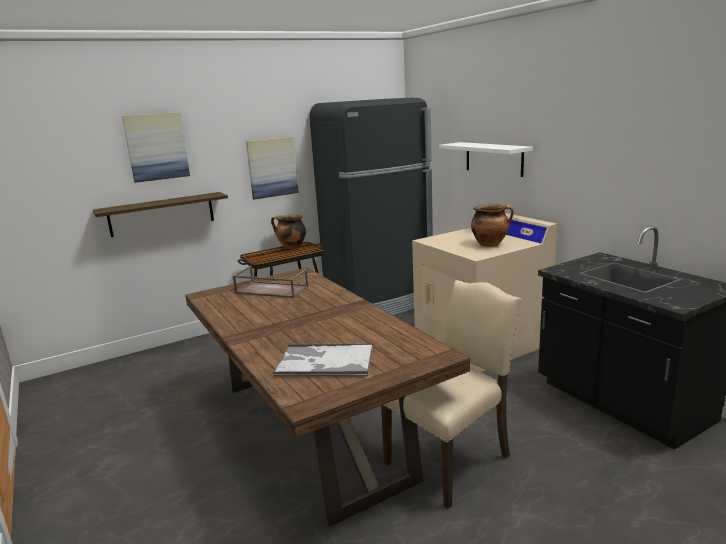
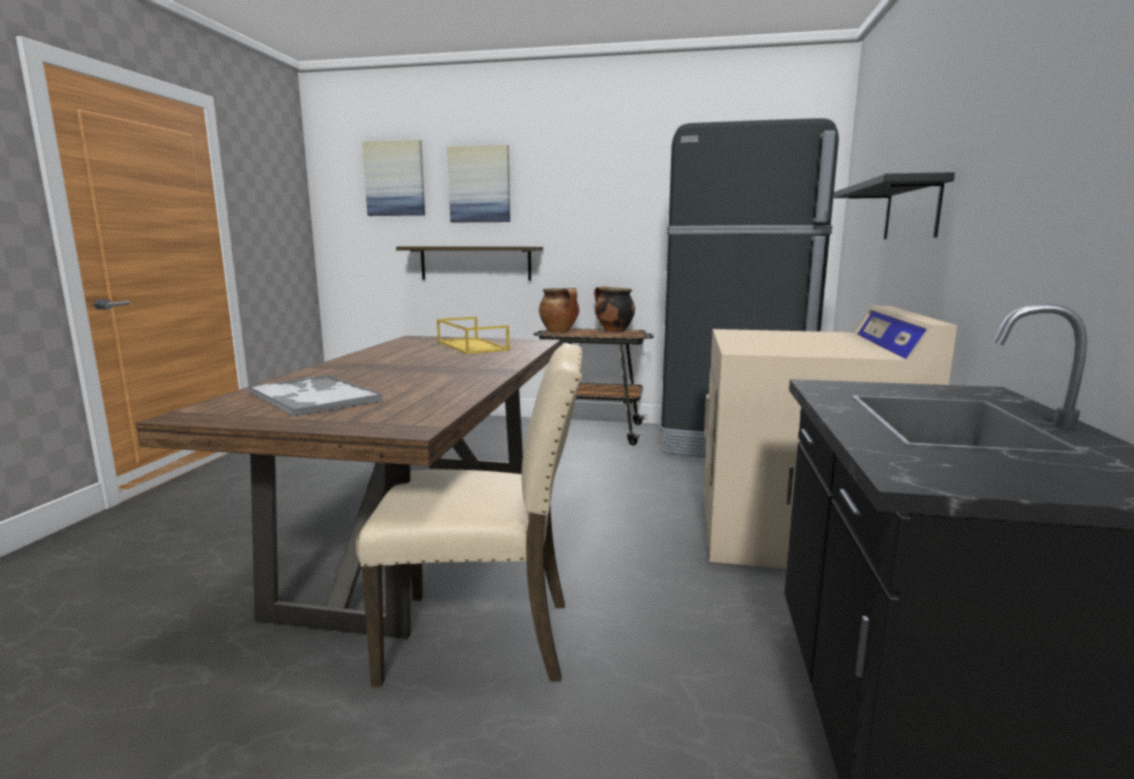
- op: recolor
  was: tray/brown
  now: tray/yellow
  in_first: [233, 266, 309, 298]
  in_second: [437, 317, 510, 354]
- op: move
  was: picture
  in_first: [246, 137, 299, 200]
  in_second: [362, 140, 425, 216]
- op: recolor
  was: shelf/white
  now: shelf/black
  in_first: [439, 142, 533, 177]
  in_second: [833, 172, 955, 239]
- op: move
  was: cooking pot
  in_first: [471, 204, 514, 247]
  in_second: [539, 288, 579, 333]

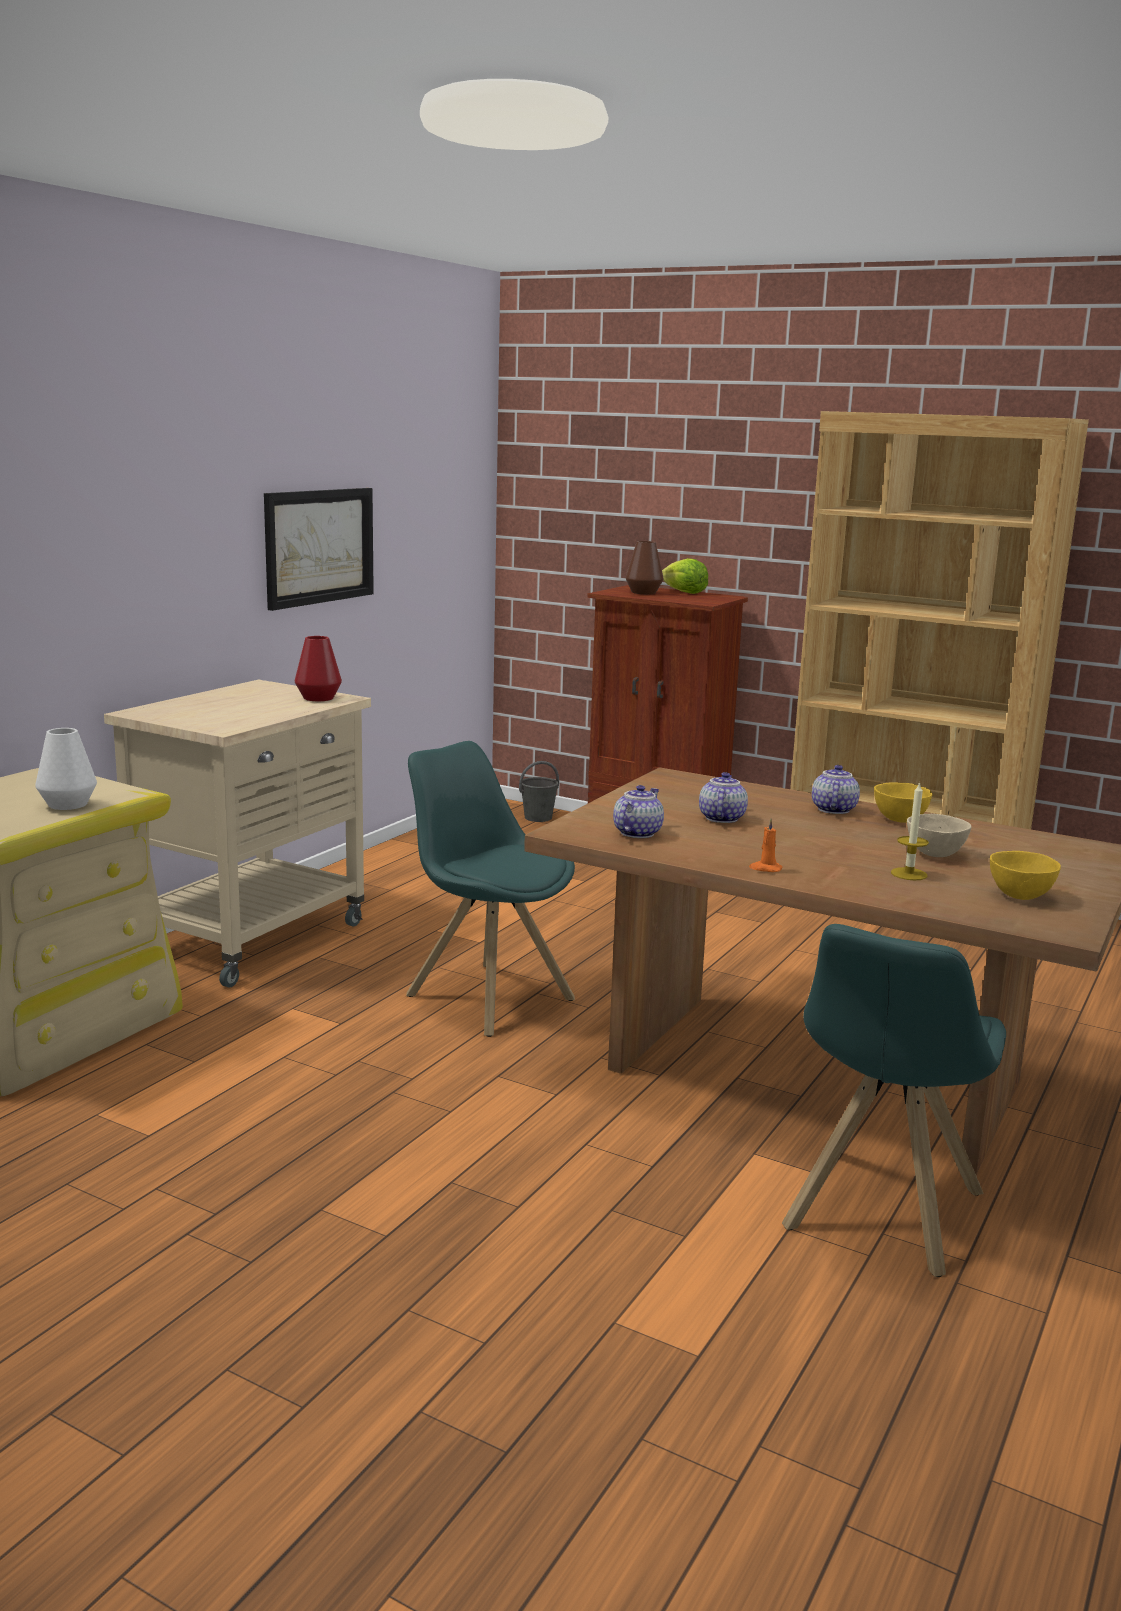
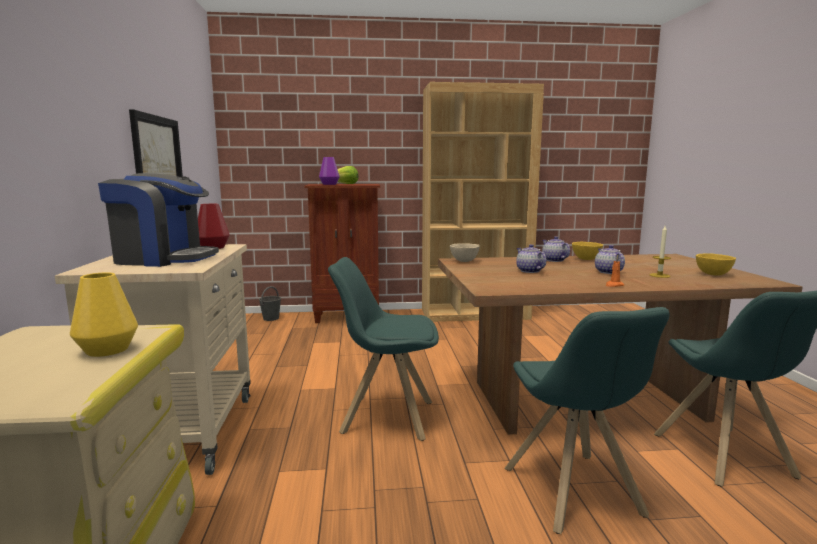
- op: recolor
  was: vase/white
  now: vase/yellow
  in_first: [35, 728, 97, 810]
  in_second: [70, 272, 138, 357]
- op: move
  was: teapot
  in_first: [613, 785, 664, 838]
  in_second: [595, 245, 625, 274]
- op: recolor
  was: vase/brown
  now: vase/purple
  in_first: [625, 541, 664, 594]
  in_second: [319, 157, 340, 185]
- op: move
  was: bowl/beige
  in_first: [907, 814, 972, 857]
  in_second: [450, 243, 480, 262]
- op: insert
  now: coffee machine
  in_second: [98, 173, 219, 267]
- op: insert
  now: chair/turquoise
  in_second: [504, 307, 670, 534]

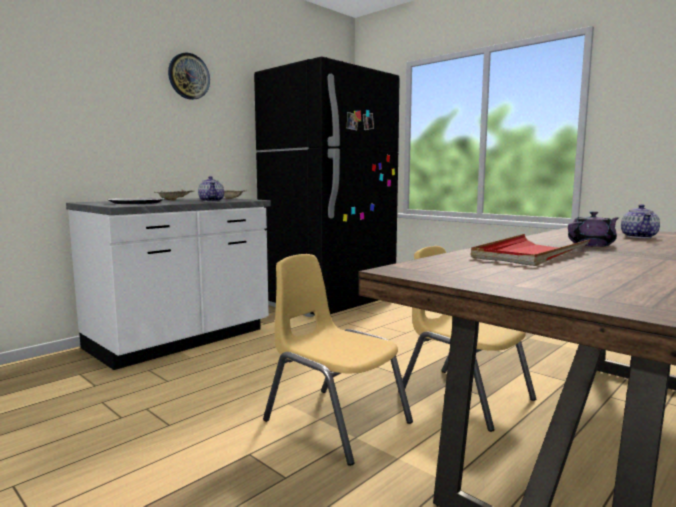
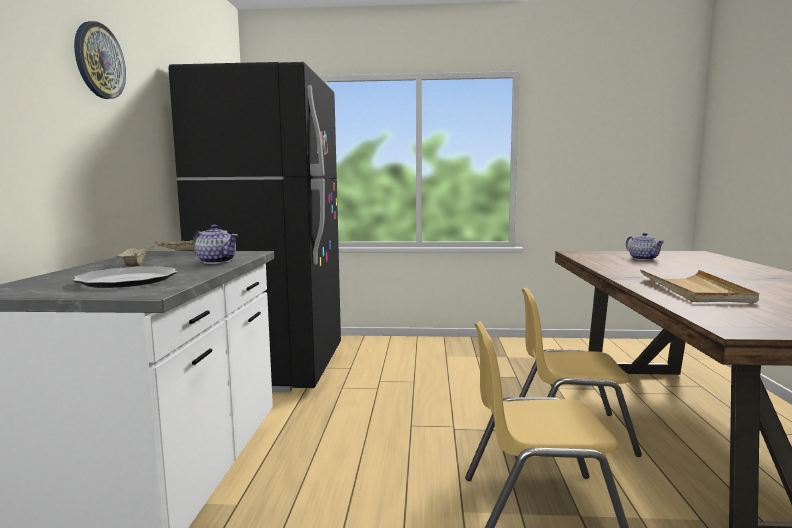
- op: recolor
  was: tray/red
  now: tray/beige
  in_first: [471, 234, 590, 266]
  in_second: [640, 270, 759, 303]
- op: delete
  was: teapot/purple
  in_first: [568, 211, 619, 247]

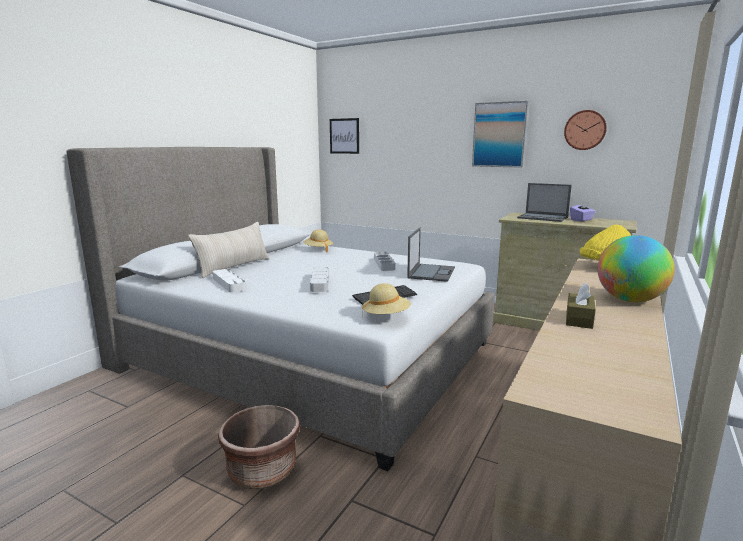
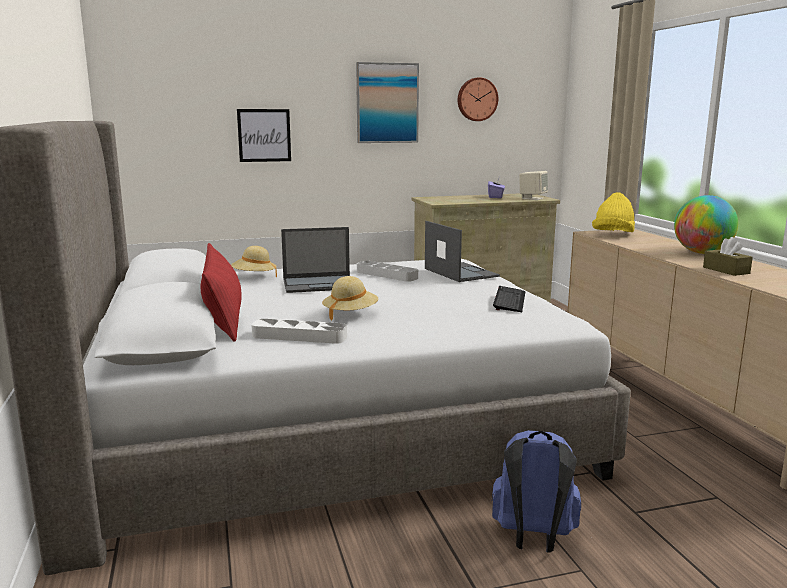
- op: recolor
  was: pillow/beige
  now: pillow/red
  in_first: [188, 222, 269, 278]
  in_second: [201, 243, 242, 342]
- op: replace
  was: planter/brown
  now: backpack/blue
  in_first: [218, 405, 300, 489]
  in_second: [492, 430, 581, 553]
- op: delete
  was: tray/grey
  in_first: [310, 267, 329, 292]
- op: move
  was: picture
  in_first: [330, 118, 359, 154]
  in_second: [237, 109, 291, 162]
- op: move
  was: hat/beige
  in_first: [362, 283, 411, 314]
  in_second: [322, 276, 378, 321]
- op: move
  was: laptop
  in_first: [517, 183, 572, 222]
  in_second: [281, 227, 350, 293]
- op: insert
  now: speaker/beige
  in_second: [519, 171, 548, 200]

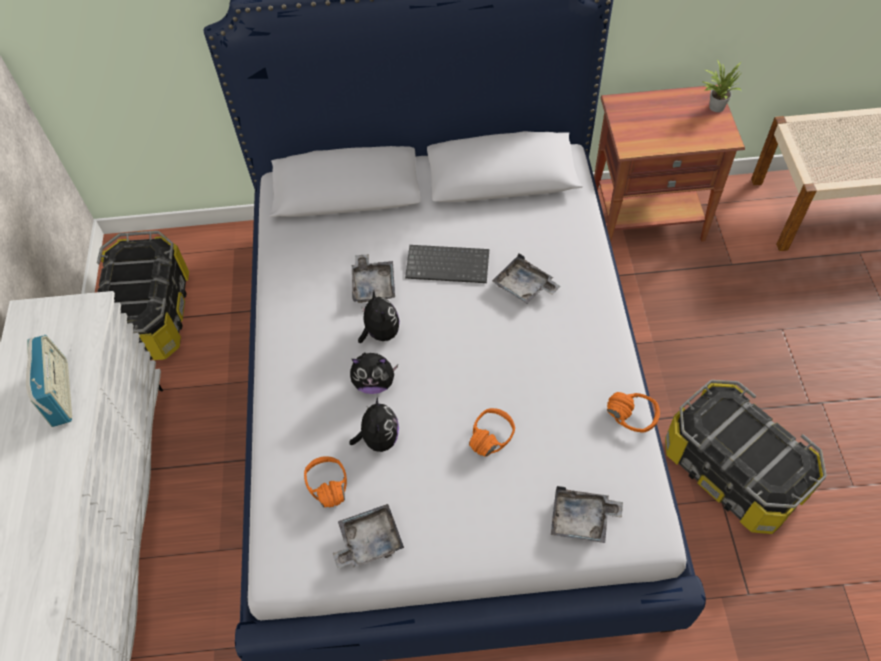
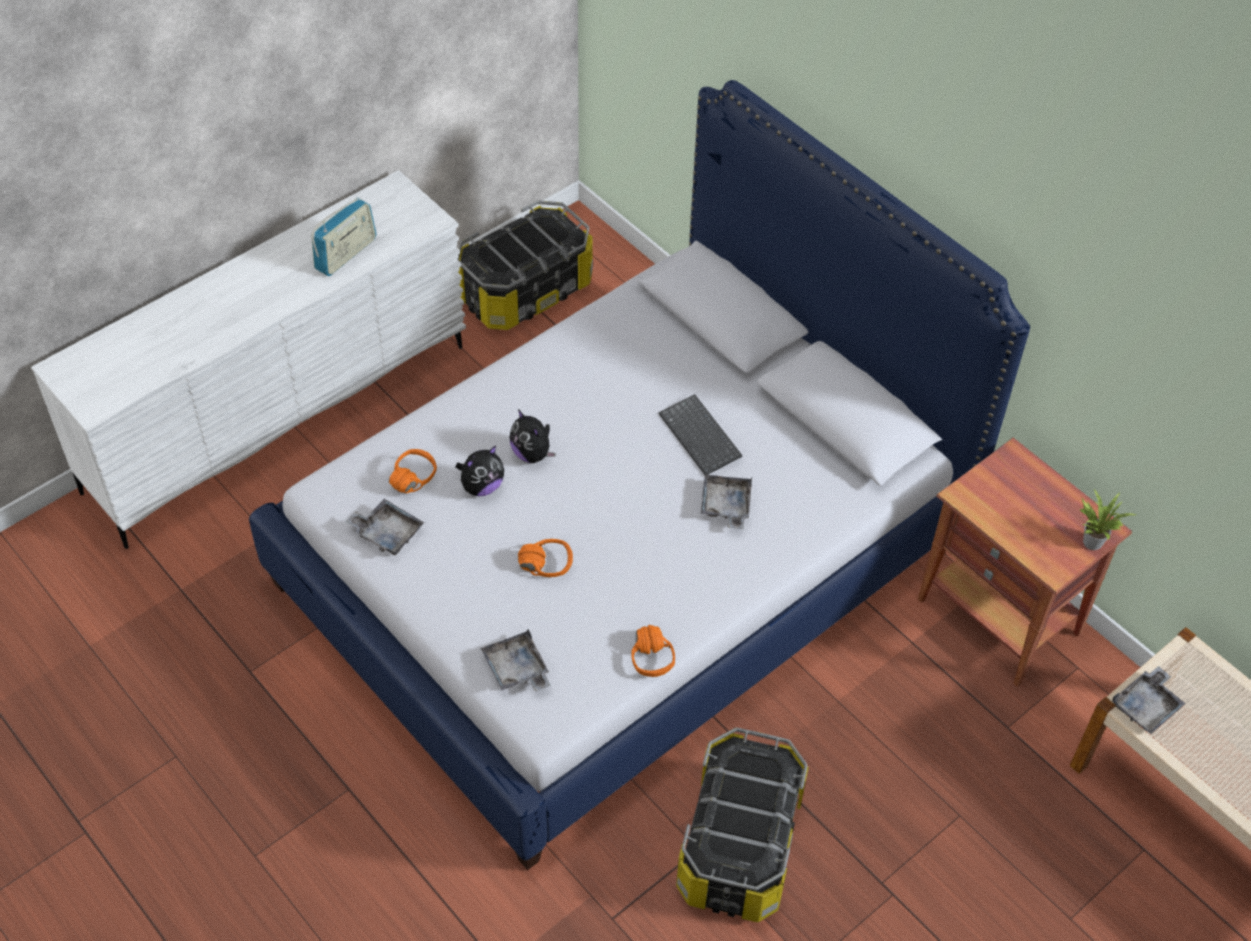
- op: move
  was: tray/grey
  in_first: [352, 254, 395, 303]
  in_second: [1112, 666, 1186, 734]
- op: delete
  was: plush toy
  in_first: [358, 291, 400, 343]

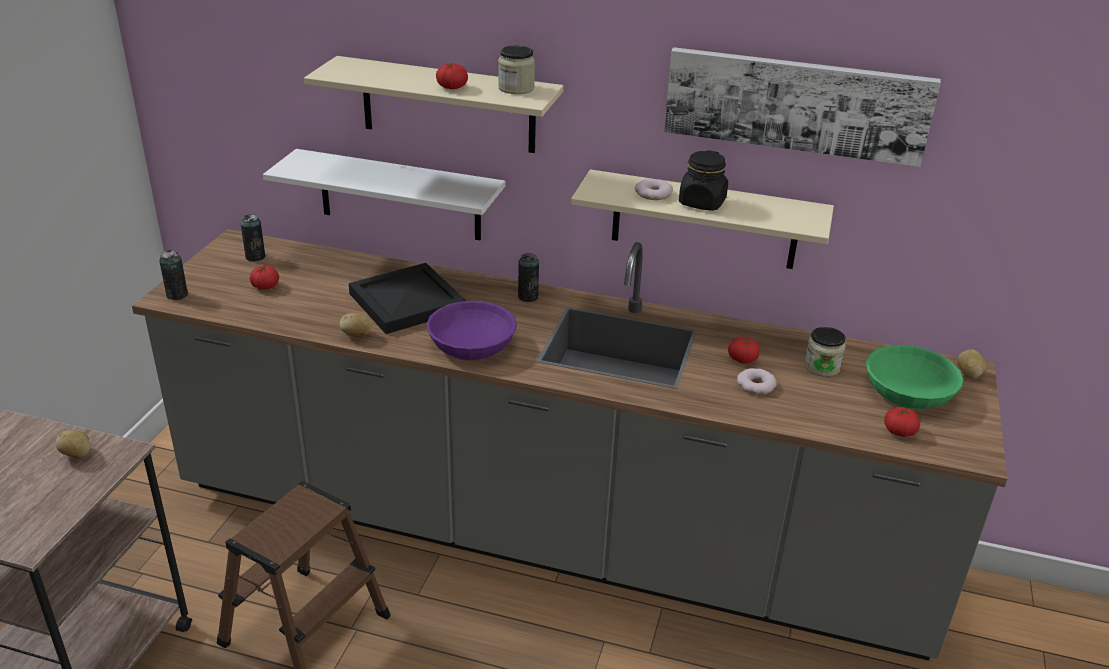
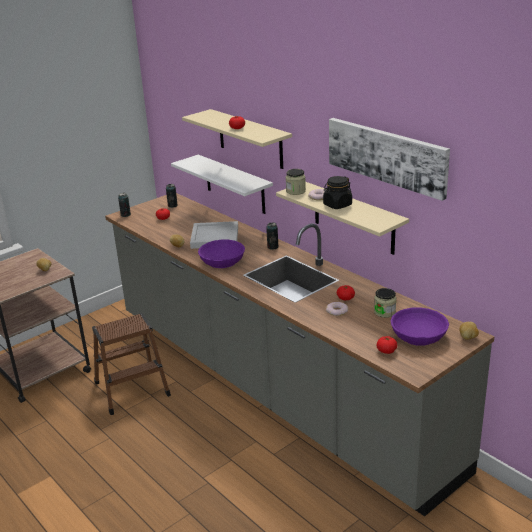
- op: recolor
  was: tray/black
  now: tray/white
  in_first: [349, 263, 466, 334]
  in_second: [190, 221, 238, 249]
- op: move
  was: jar
  in_first: [498, 45, 535, 94]
  in_second: [286, 169, 306, 195]
- op: recolor
  was: bowl/green
  now: bowl/purple
  in_first: [866, 345, 964, 409]
  in_second: [390, 307, 449, 346]

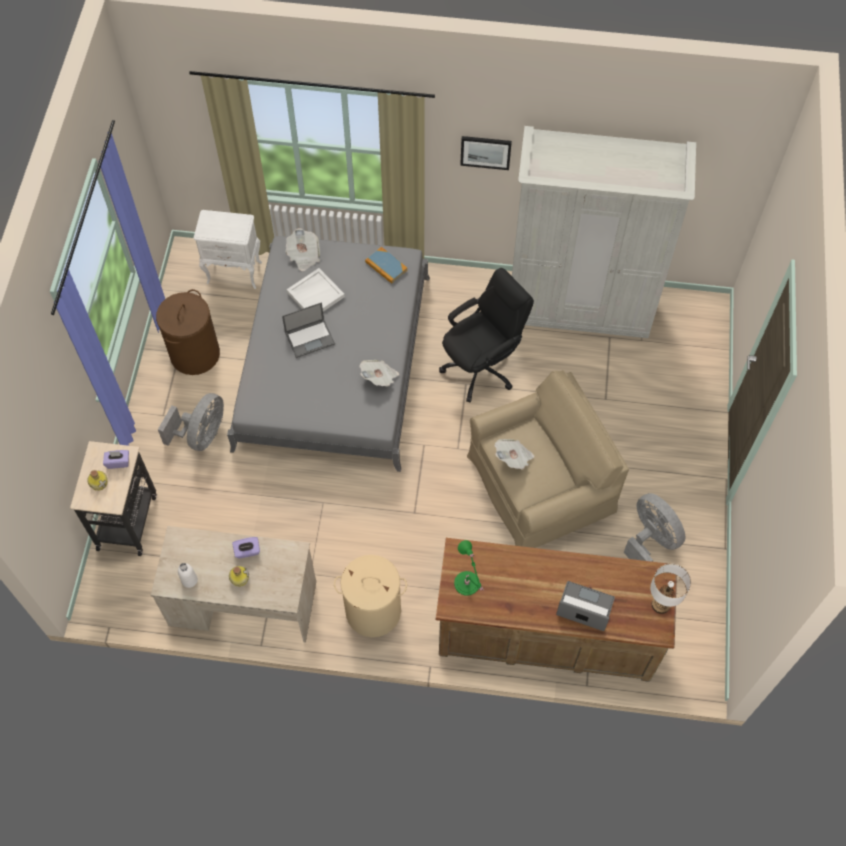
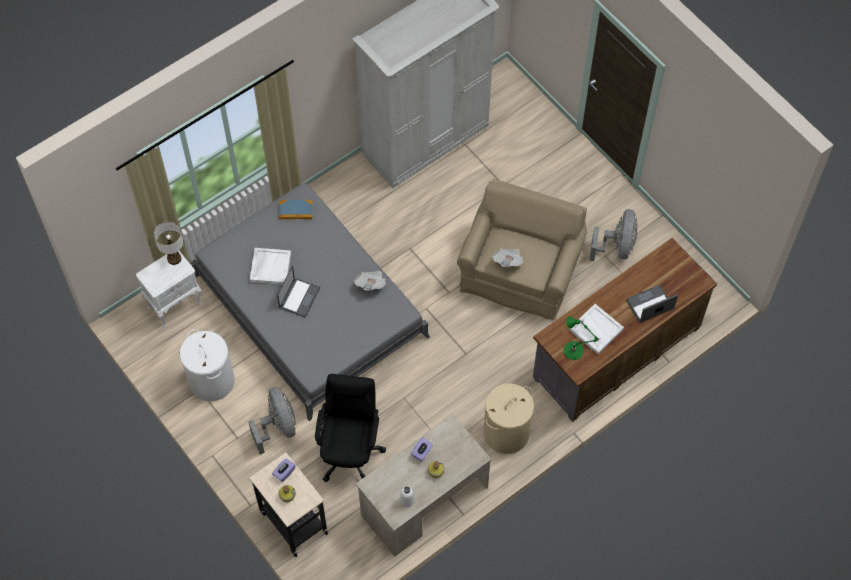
- op: recolor
  was: laundry basket/brown
  now: laundry basket/white
  in_first: [156, 289, 220, 375]
  in_second: [180, 329, 235, 402]
- op: delete
  was: newspaper
  in_first: [286, 228, 320, 271]
- op: move
  was: office chair/black
  in_first: [439, 268, 534, 402]
  in_second: [315, 374, 386, 482]
- op: delete
  was: picture
  in_first: [460, 136, 512, 170]
- op: rotate
  was: fan/grey
  in_first: [624, 493, 685, 562]
  in_second: [589, 209, 637, 261]
  clockwise: 90
- op: move
  was: table lamp
  in_first: [650, 564, 691, 614]
  in_second: [154, 222, 183, 265]
- op: insert
  now: tray/white
  in_second: [569, 304, 624, 354]

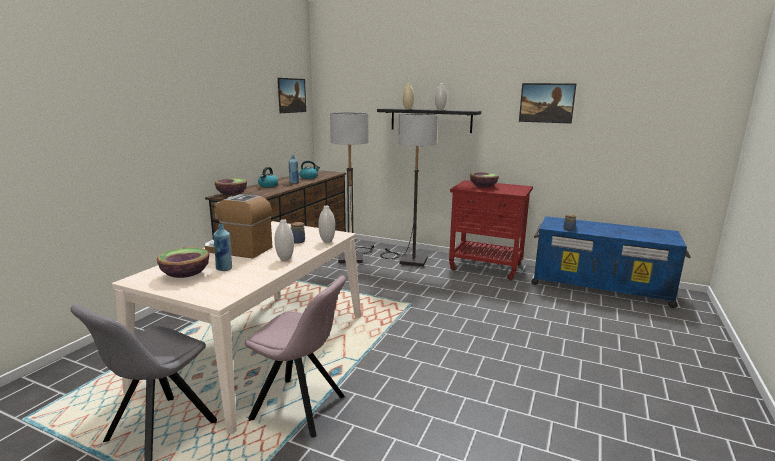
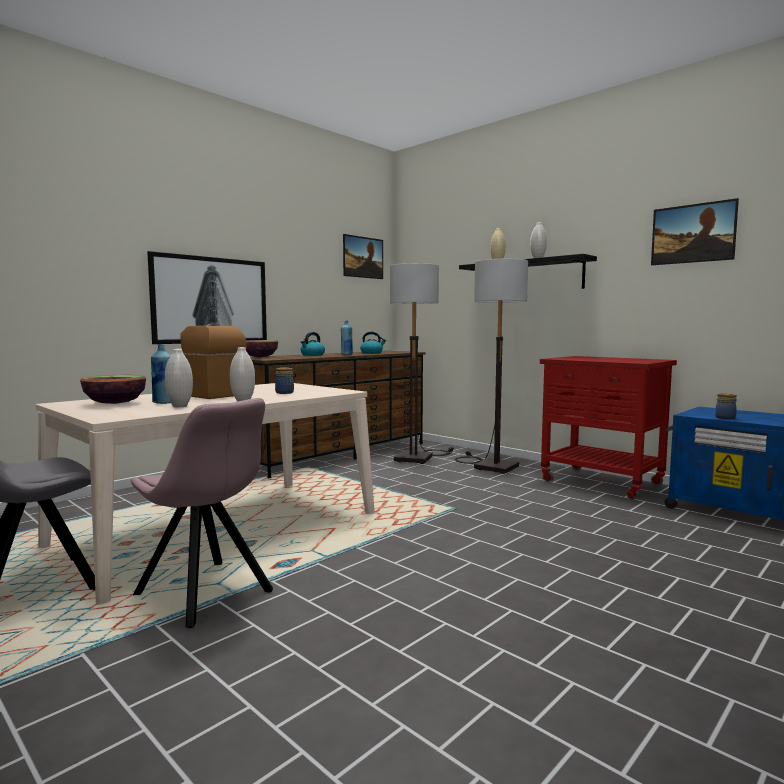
- op: move
  was: vase/white
  in_first: [318, 206, 335, 243]
  in_second: [165, 349, 193, 407]
- op: delete
  was: bowl
  in_first: [470, 172, 499, 187]
- op: insert
  now: picture
  in_second: [147, 251, 267, 344]

